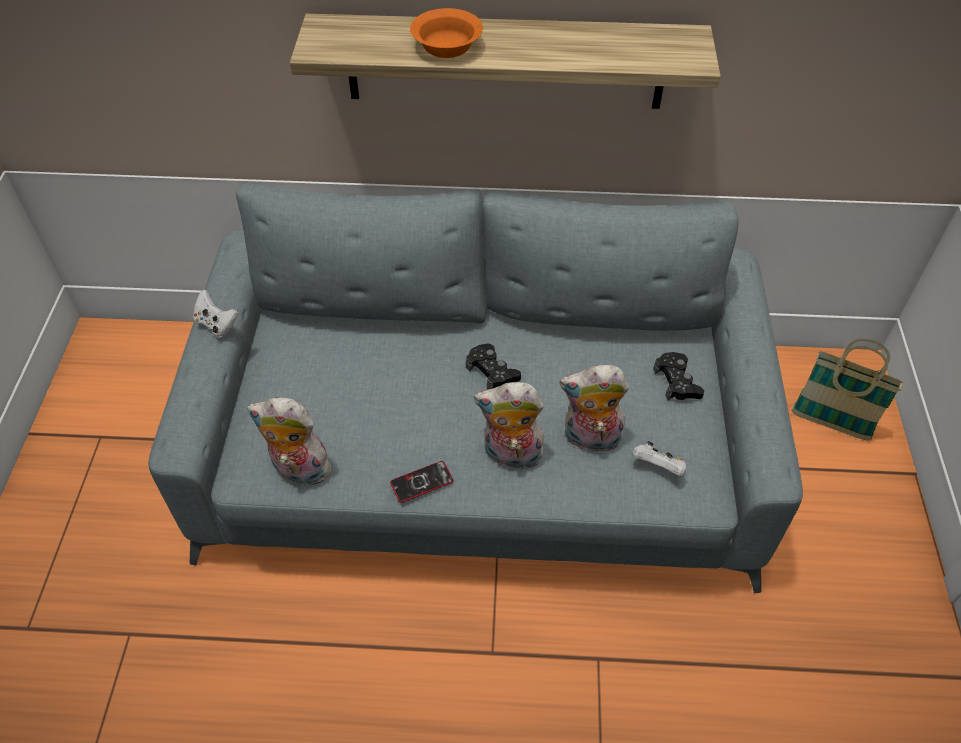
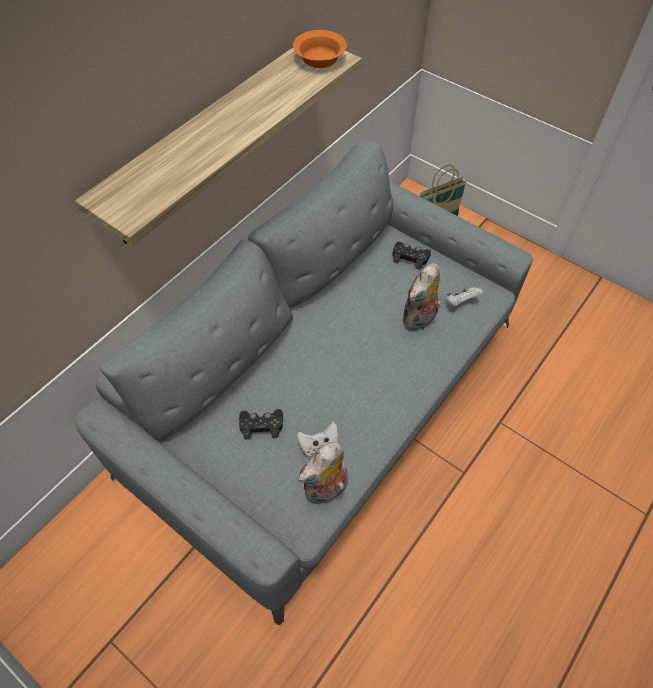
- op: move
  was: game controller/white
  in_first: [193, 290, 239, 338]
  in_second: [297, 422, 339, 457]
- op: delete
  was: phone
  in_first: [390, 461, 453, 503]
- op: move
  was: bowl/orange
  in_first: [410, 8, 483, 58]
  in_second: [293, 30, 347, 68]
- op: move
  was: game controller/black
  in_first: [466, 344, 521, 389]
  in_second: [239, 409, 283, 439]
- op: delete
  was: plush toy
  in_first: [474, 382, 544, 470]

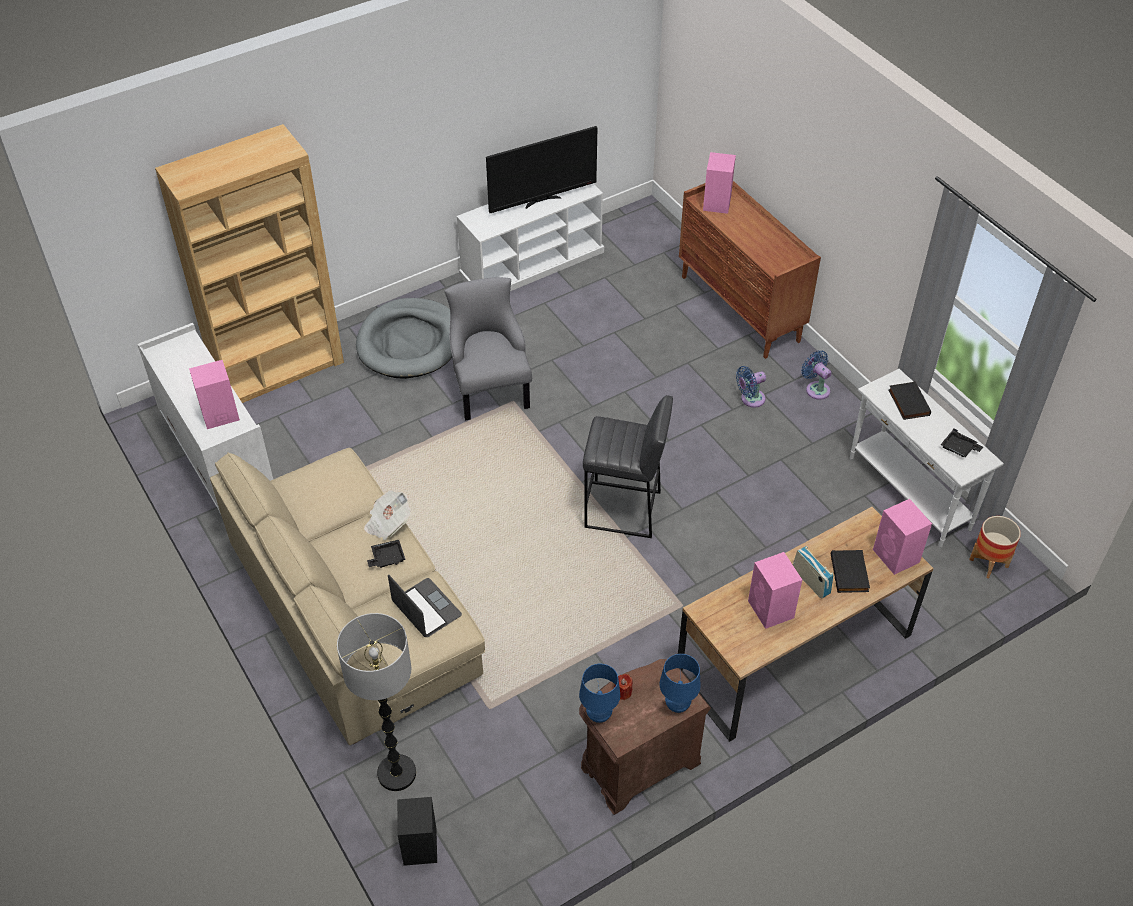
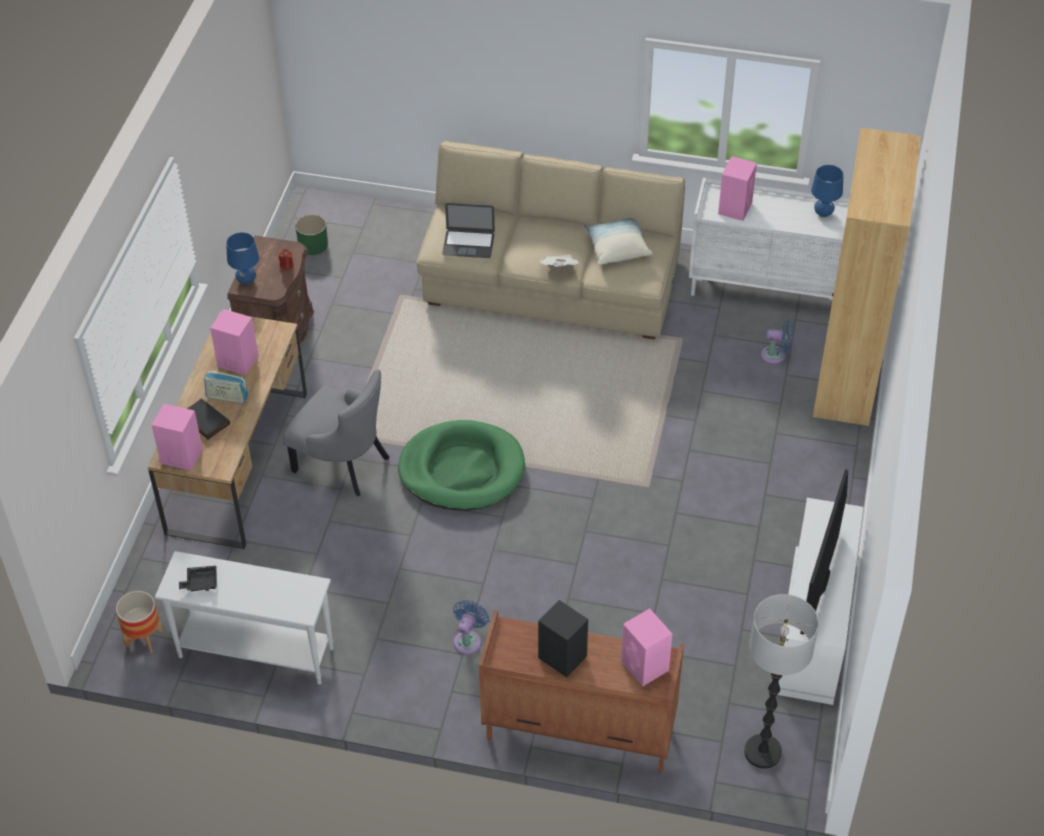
- op: move
  was: floor lamp
  in_first: [337, 613, 416, 791]
  in_second: [744, 594, 819, 769]
- op: delete
  was: dog bed/grey
  in_first: [356, 298, 452, 379]
- op: delete
  was: tray/black
  in_first: [367, 540, 405, 568]
- op: move
  was: speaker/black
  in_first: [397, 797, 437, 866]
  in_second: [538, 600, 588, 677]
- op: move
  was: chair/grey
  in_first: [445, 277, 532, 421]
  in_second: [283, 369, 389, 497]
- op: move
  was: table lamp/blue
  in_first: [579, 664, 620, 723]
  in_second: [811, 165, 844, 217]
- op: replace
  was: stool/grey
  now: dog bed/green
  in_first: [583, 395, 673, 538]
  in_second: [398, 420, 525, 511]
- op: move
  was: fan/blue
  in_first: [801, 350, 832, 400]
  in_second: [761, 320, 793, 364]
- op: delete
  was: book/black
  in_first: [888, 381, 931, 420]
- op: insert
  now: planter/green
  in_second: [295, 214, 328, 255]
- op: insert
  now: pillow
  in_second: [584, 218, 653, 265]

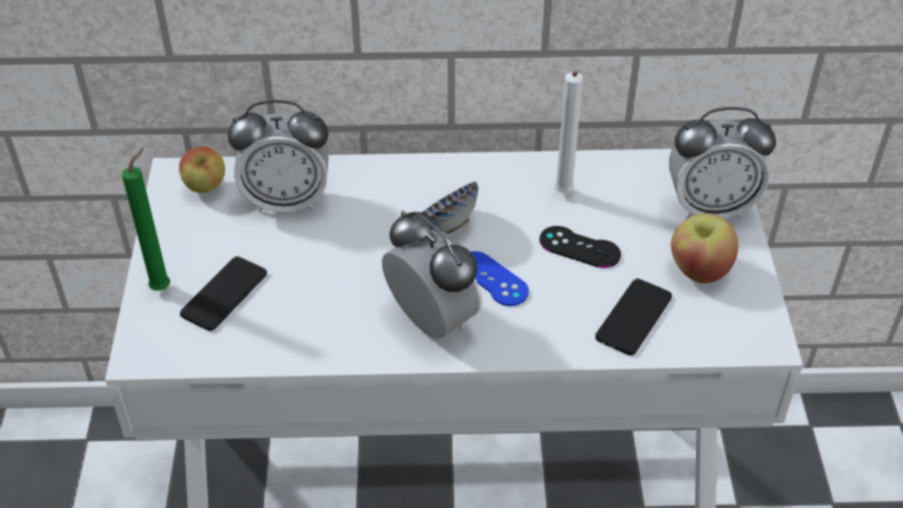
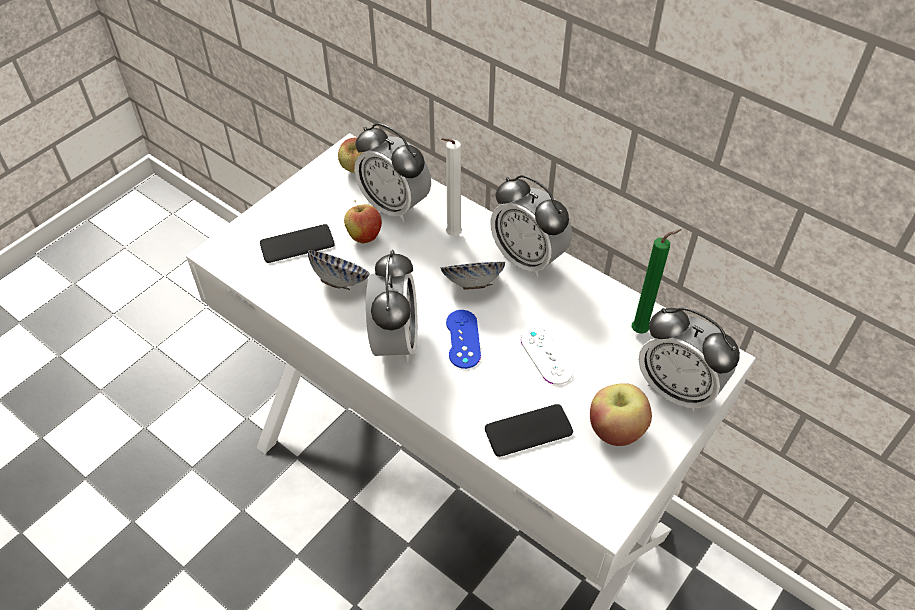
- op: move
  was: candle/green
  in_first: [122, 148, 170, 291]
  in_second: [632, 229, 682, 334]
- op: recolor
  was: game controller/black
  now: game controller/white
  in_first: [540, 226, 621, 268]
  in_second: [521, 327, 573, 385]
- op: move
  was: candle/white
  in_first: [554, 72, 583, 193]
  in_second: [441, 138, 462, 236]
- op: insert
  now: bowl
  in_second: [308, 250, 370, 290]
- op: insert
  now: apple
  in_second: [344, 200, 382, 244]
- op: insert
  now: alarm clock
  in_second: [491, 175, 572, 277]

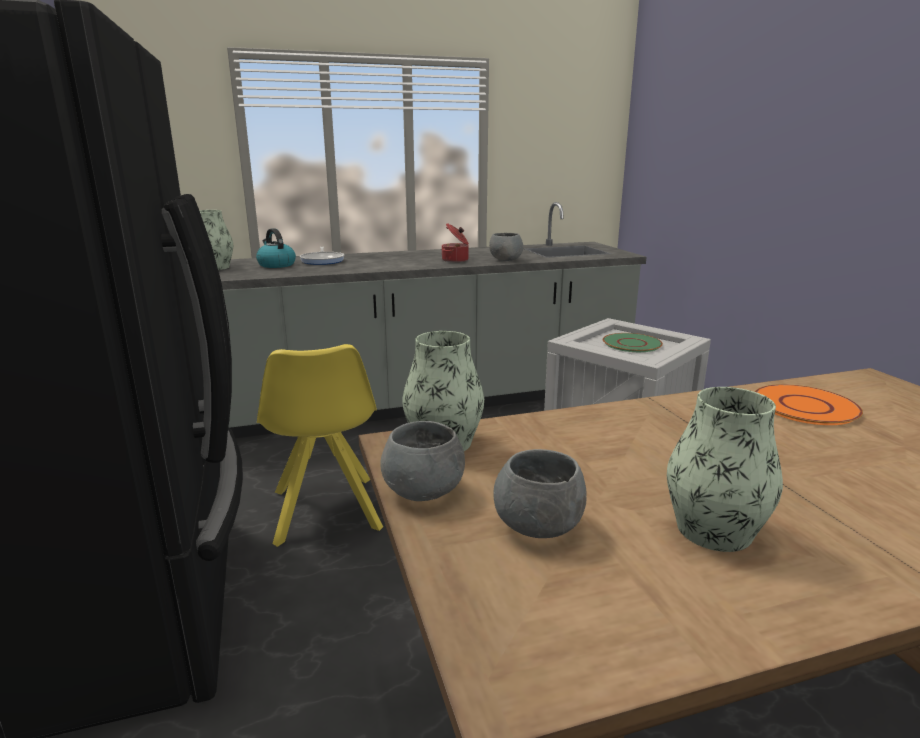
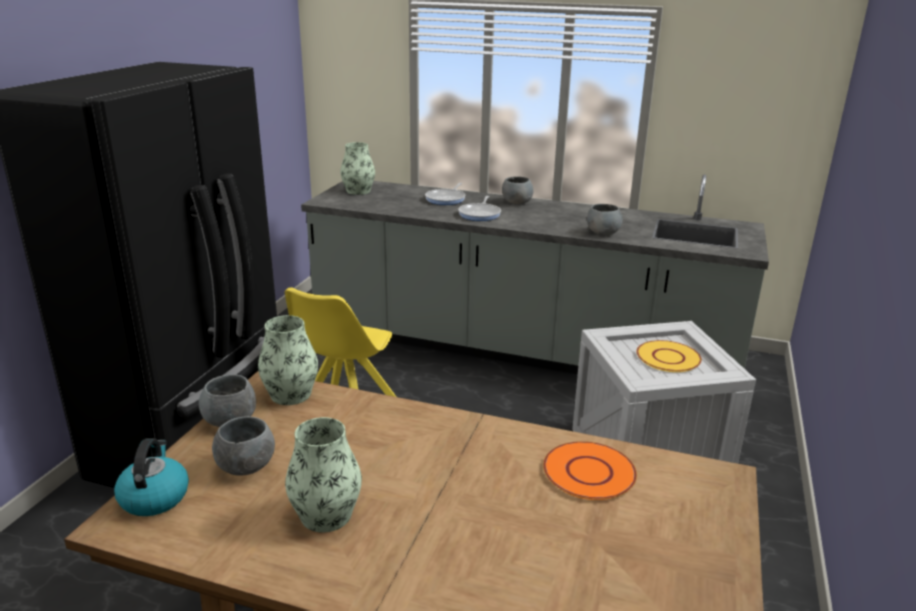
- op: move
  was: kettle
  in_first: [256, 228, 296, 268]
  in_second: [114, 438, 189, 516]
- op: delete
  was: cooking pot
  in_first: [442, 223, 469, 262]
- op: recolor
  was: plate/green
  now: plate/yellow
  in_first: [603, 333, 663, 352]
  in_second: [636, 340, 702, 372]
- op: insert
  now: frying pan
  in_second: [458, 196, 501, 221]
- op: insert
  now: bowl/grey
  in_second: [502, 176, 534, 204]

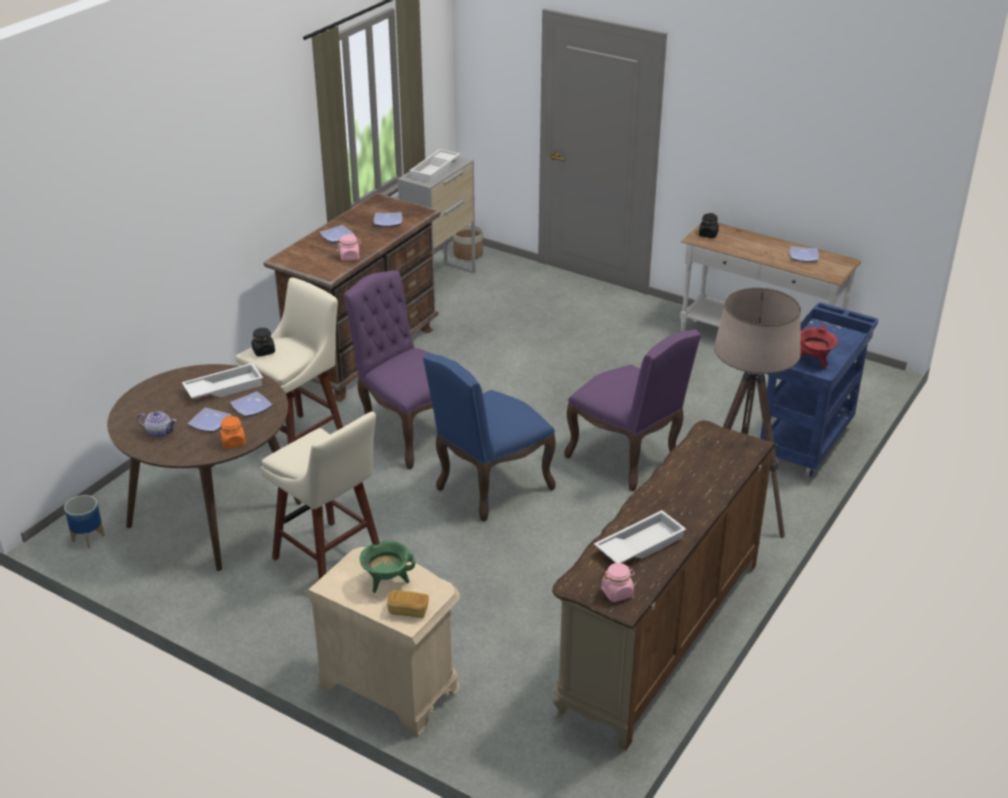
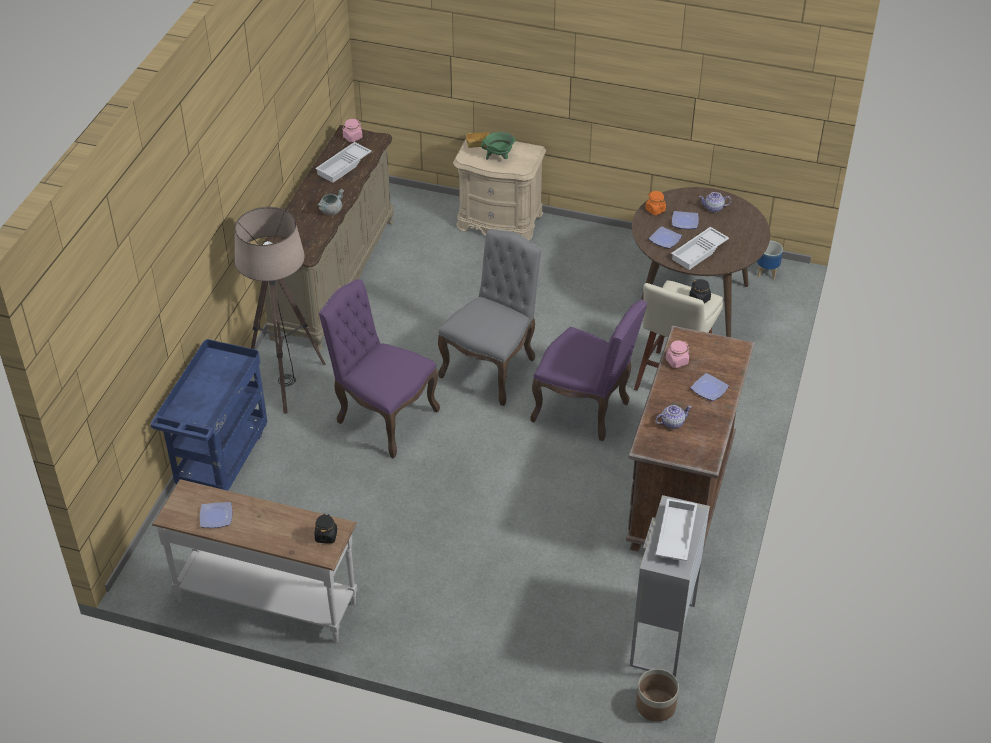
- op: delete
  was: stool/beige
  in_first: [261, 412, 380, 580]
- op: replace
  was: plate
  now: teapot
  in_first: [374, 212, 402, 227]
  in_second: [655, 405, 692, 429]
- op: recolor
  was: chair/blue
  now: chair/grey
  in_first: [423, 353, 556, 522]
  in_second: [438, 229, 541, 406]
- op: delete
  was: cooking pot/red
  in_first: [800, 325, 838, 368]
- op: insert
  now: cooking pot/grey
  in_second: [317, 189, 344, 215]

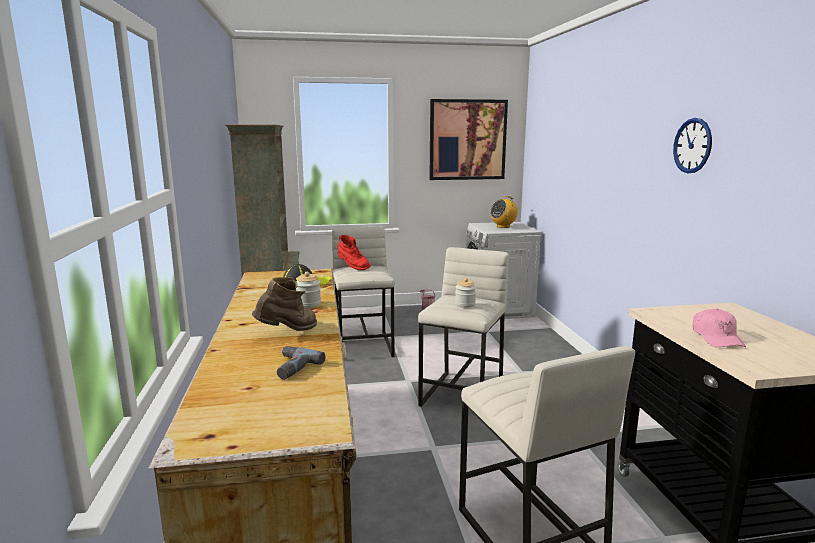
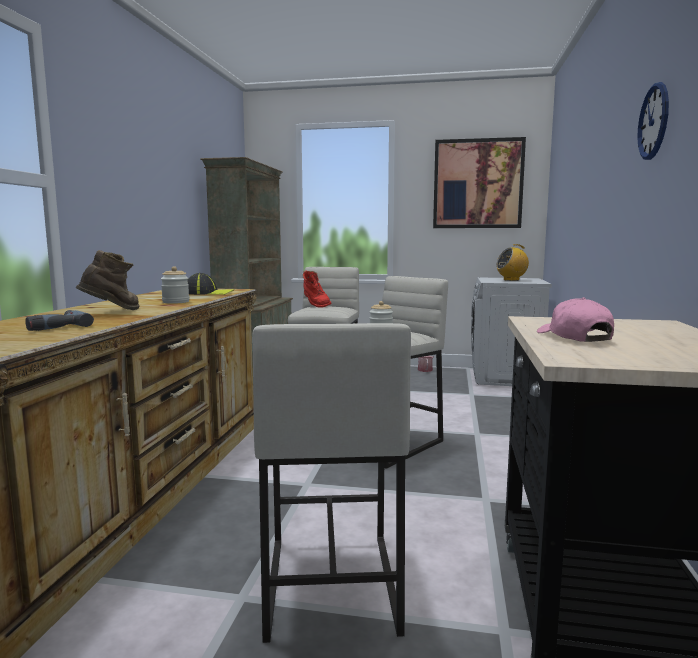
- op: rotate
  was: boot/brown
  in_first: [252, 277, 317, 331]
  in_second: [76, 250, 140, 310]
  clockwise: -45
- op: rotate
  was: cap/pink
  in_first: [692, 308, 746, 347]
  in_second: [537, 297, 614, 342]
  clockwise: 150

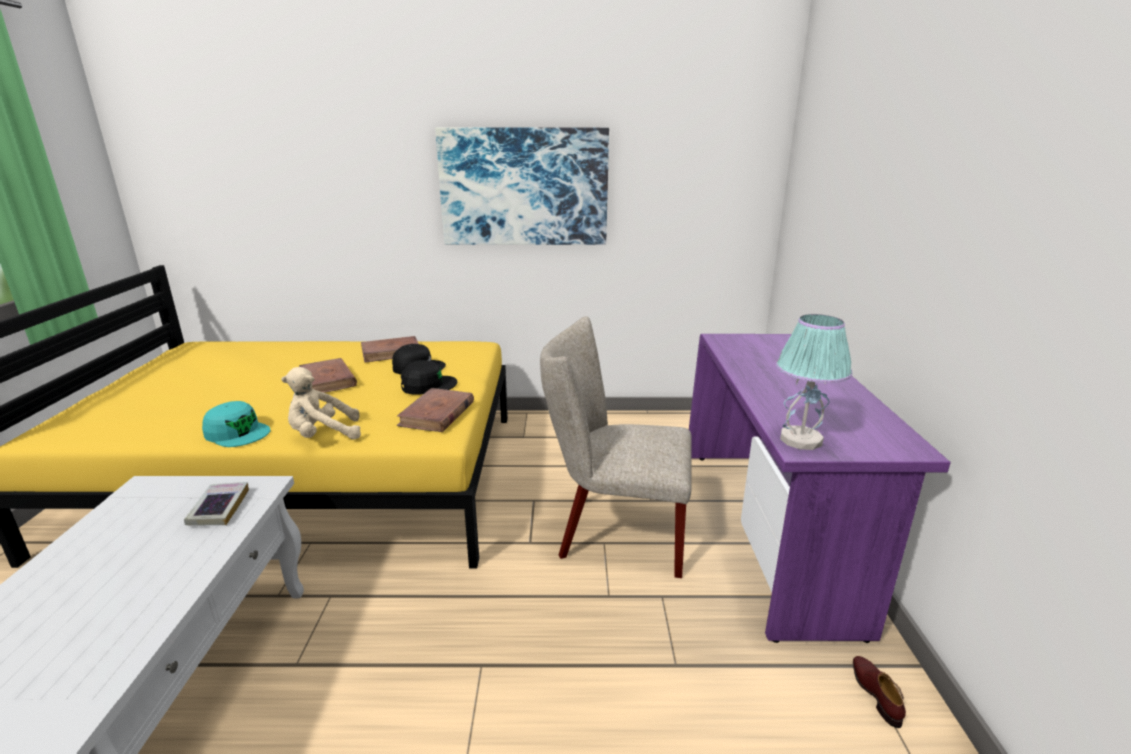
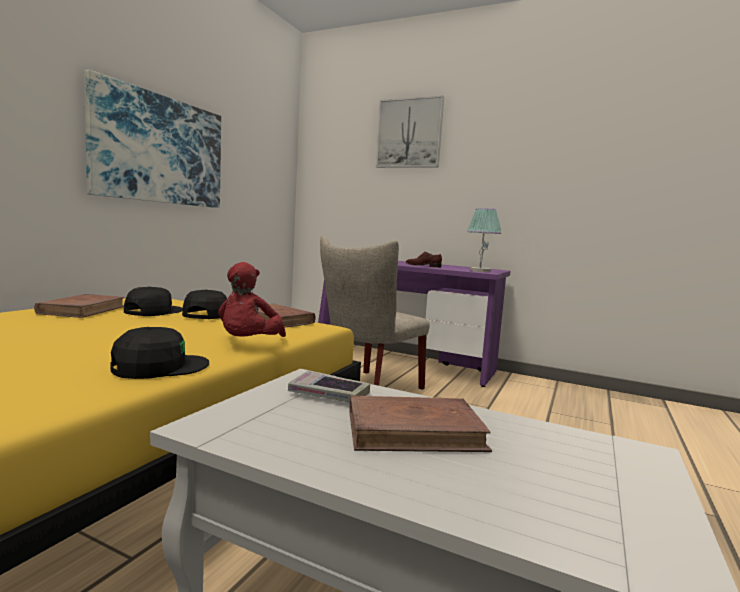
- op: recolor
  was: cap/turquoise
  now: cap/black
  in_first: [202, 401, 270, 447]
  in_second: [110, 327, 209, 379]
- op: recolor
  was: plush toy/beige
  now: plush toy/red
  in_first: [281, 367, 361, 440]
  in_second: [218, 262, 286, 337]
- op: move
  was: book/brown
  in_first: [299, 358, 357, 393]
  in_second: [349, 396, 492, 452]
- op: move
  was: shoe/brown
  in_first: [853, 656, 906, 728]
  in_second: [406, 251, 442, 268]
- op: insert
  now: picture
  in_second: [376, 95, 444, 168]

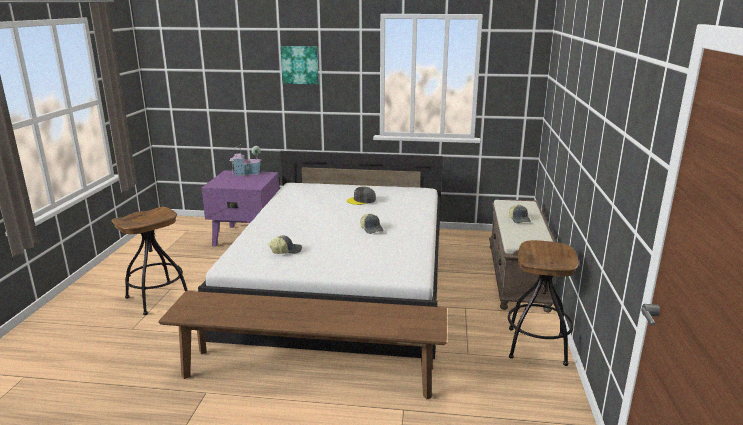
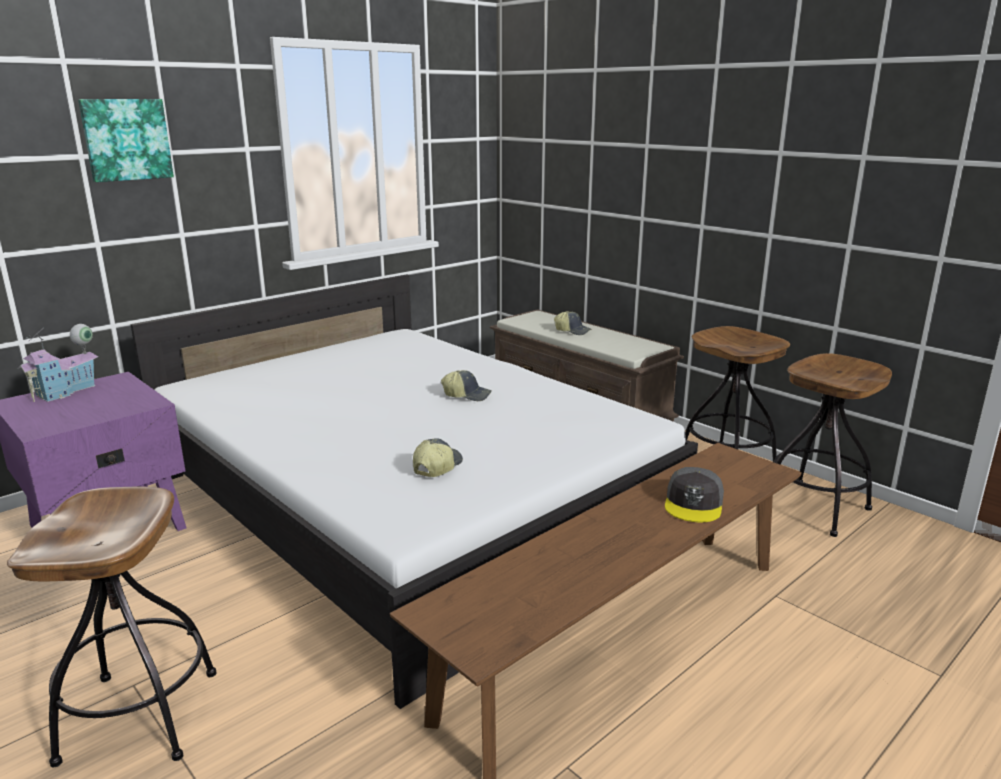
- op: move
  was: cap/grey
  in_first: [347, 187, 376, 205]
  in_second: [665, 467, 724, 522]
- op: insert
  now: stool/brown
  in_second: [774, 353, 892, 537]

